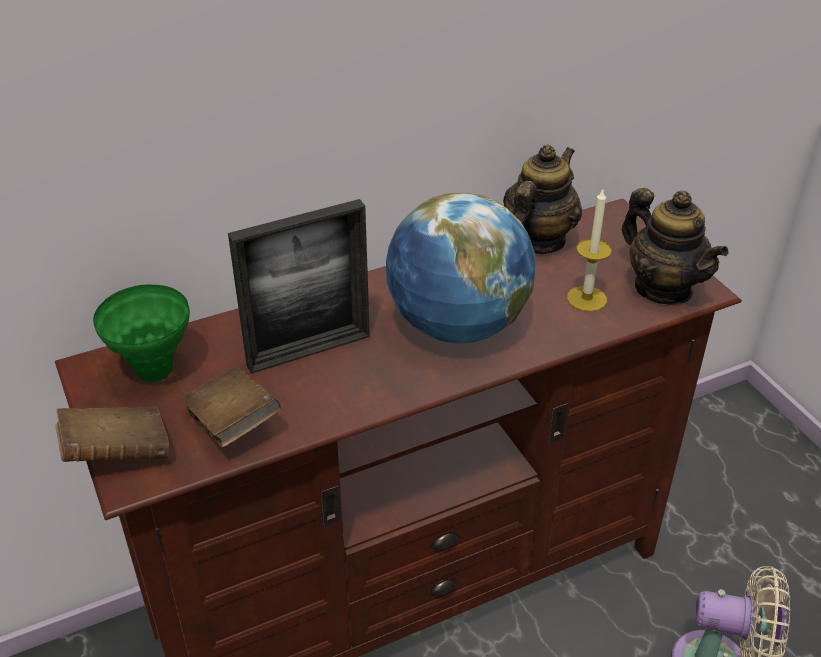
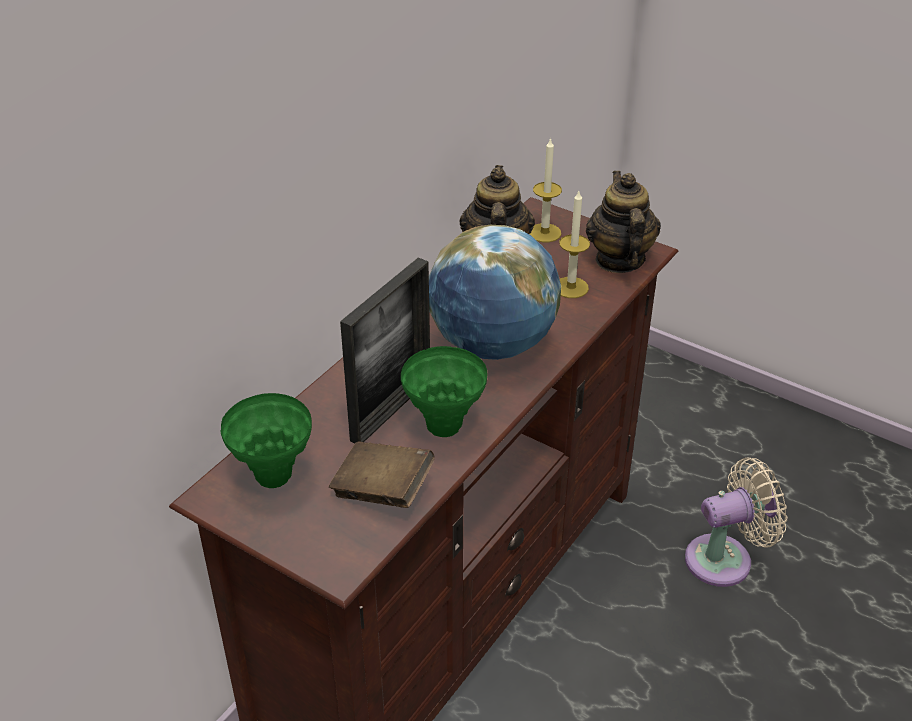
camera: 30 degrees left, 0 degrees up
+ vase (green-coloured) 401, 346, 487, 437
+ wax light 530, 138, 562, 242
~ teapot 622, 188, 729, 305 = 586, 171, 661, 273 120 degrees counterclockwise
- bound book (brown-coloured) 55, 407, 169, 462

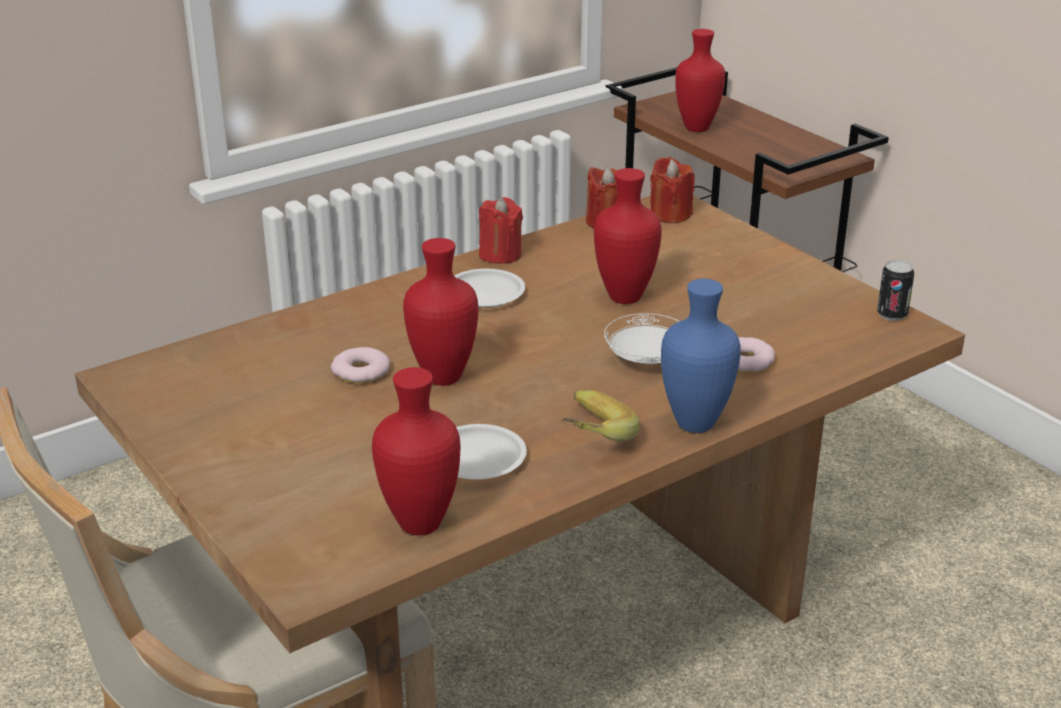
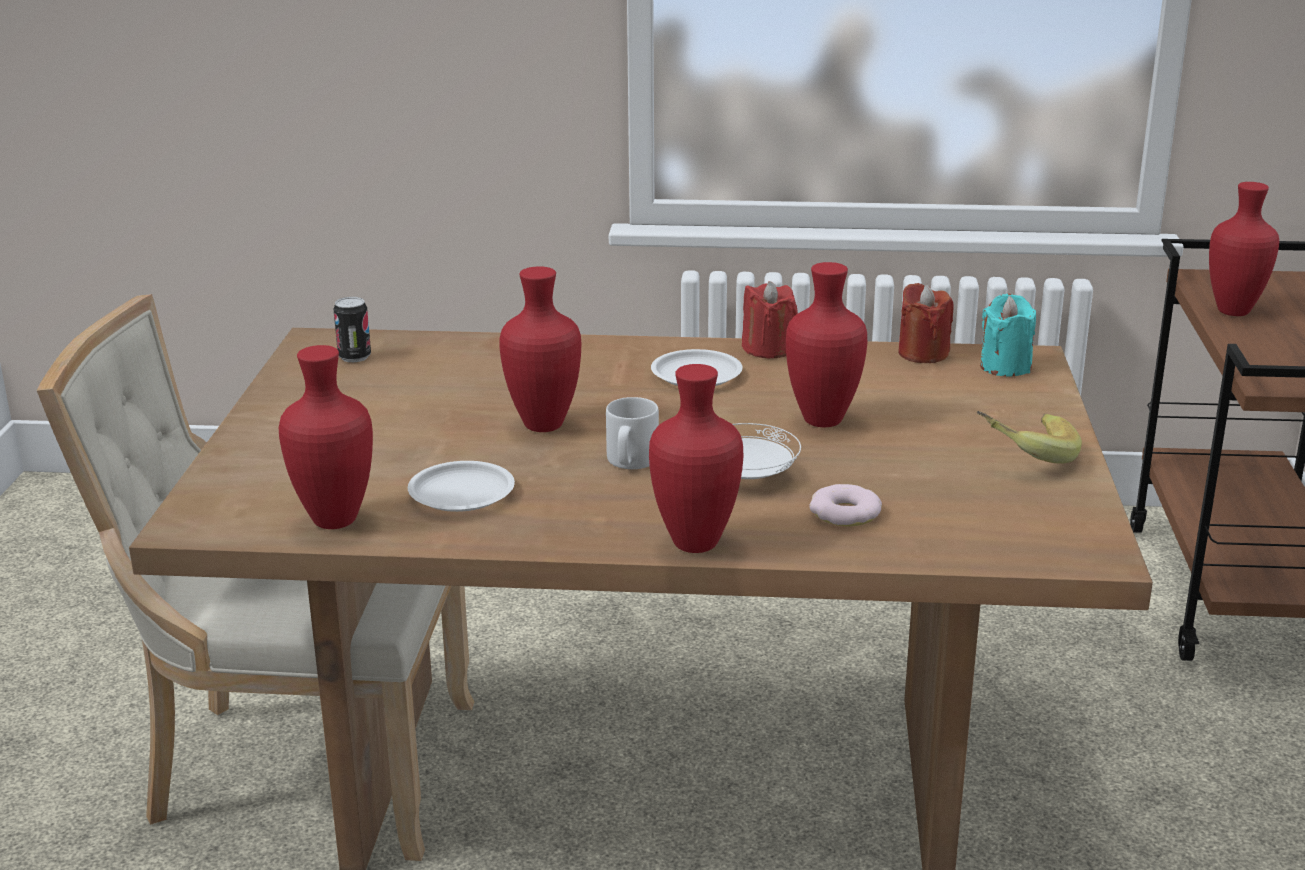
camera: 40 degrees right, 5 degrees down
~ metal can 877, 260, 914, 321 to 333, 297, 371, 362
+ coffee mug (grey) 606, 397, 659, 469
~ vase (blue-coloured) 661, 279, 741, 433 to vase (red-coloured) 649, 364, 744, 553
~ banana fruit 562, 390, 639, 442 to 976, 411, 1082, 464
~ wax light (red-coloured) 650, 157, 694, 223 to wax light (blue-green) 980, 294, 1036, 376
- ring doughnut 331, 347, 390, 383

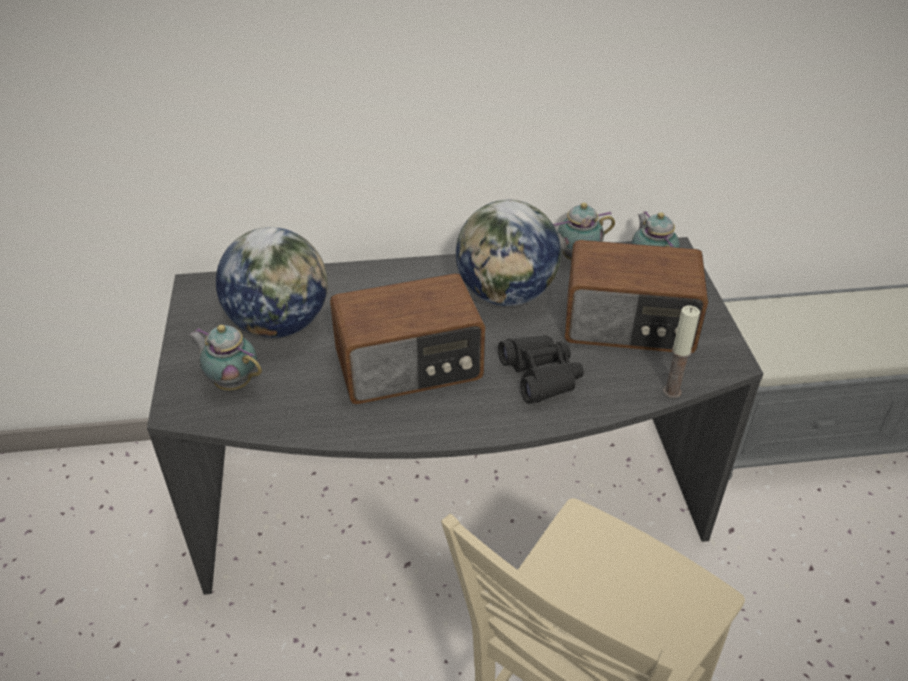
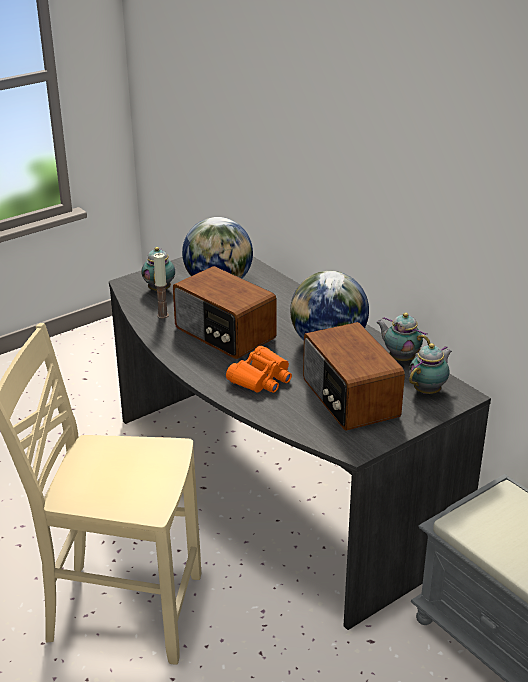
camera: 60 degrees right, 10 degrees down
~ wax light 663, 306, 700, 398 to 153, 253, 169, 319
~ binoculars (blackish) 498, 335, 584, 403 to binoculars (orange-coloured) 226, 346, 292, 393

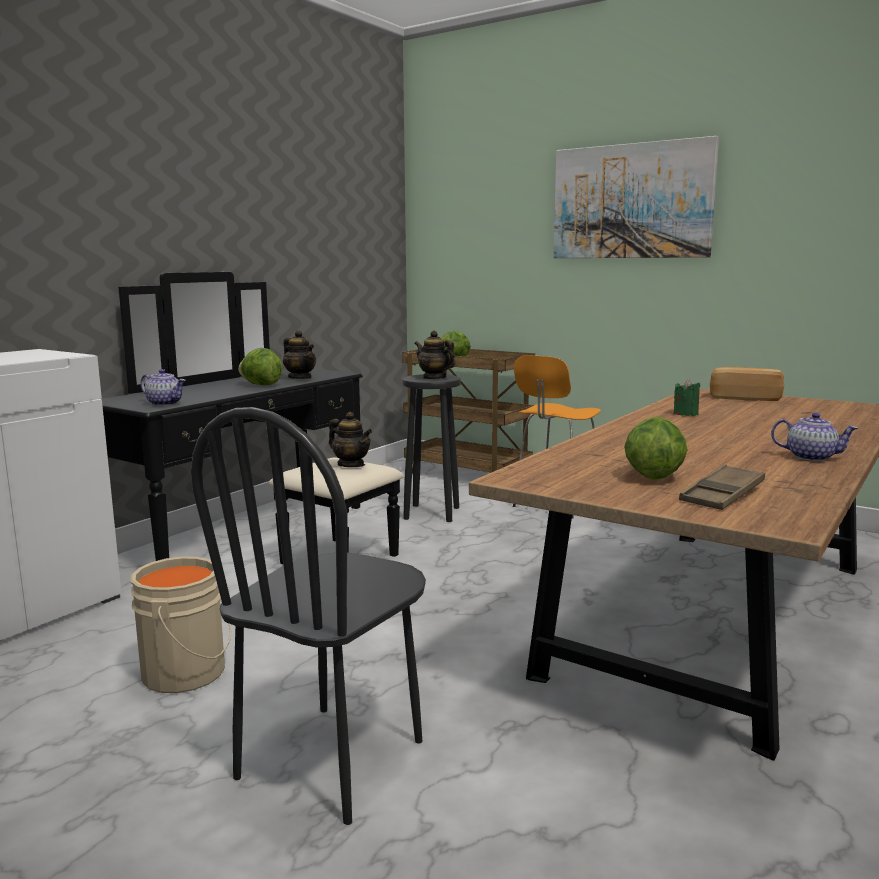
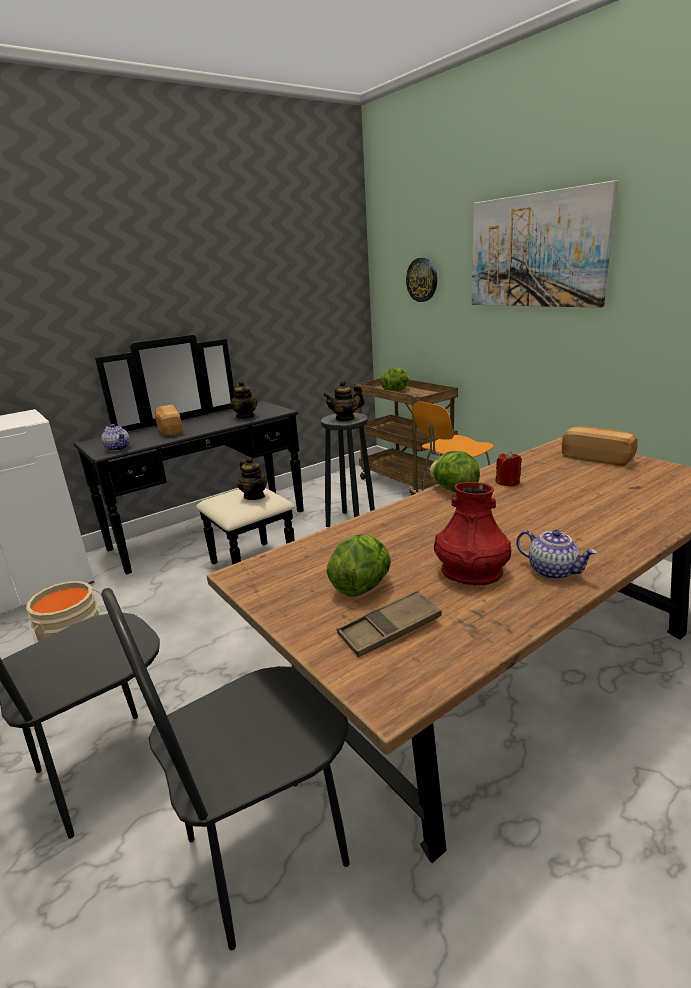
camera: 20 degrees right, 10 degrees up
+ plain chair (blackish) 101, 588, 350, 950
+ bread 155, 404, 183, 436
~ teapot 415, 331, 455, 380 = 323, 380, 365, 422 75 degrees counterclockwise
+ wall clock 406, 258, 437, 302
~ lettuce head 238, 348, 282, 386 to 430, 451, 480, 492
+ vase (red-coloured) 434, 482, 511, 585
~ wax light (green-coloured) 673, 379, 700, 416 to wax light (red-coloured) 496, 451, 522, 487

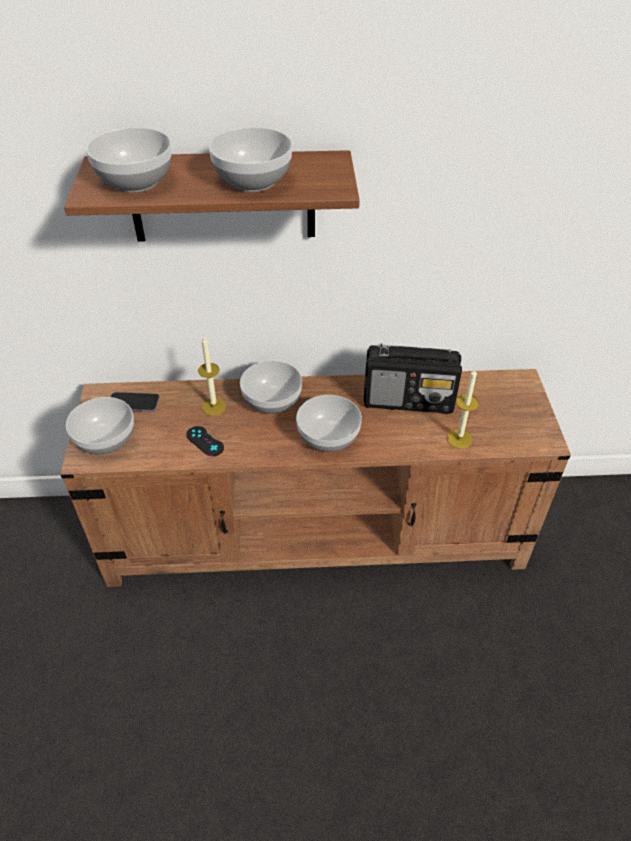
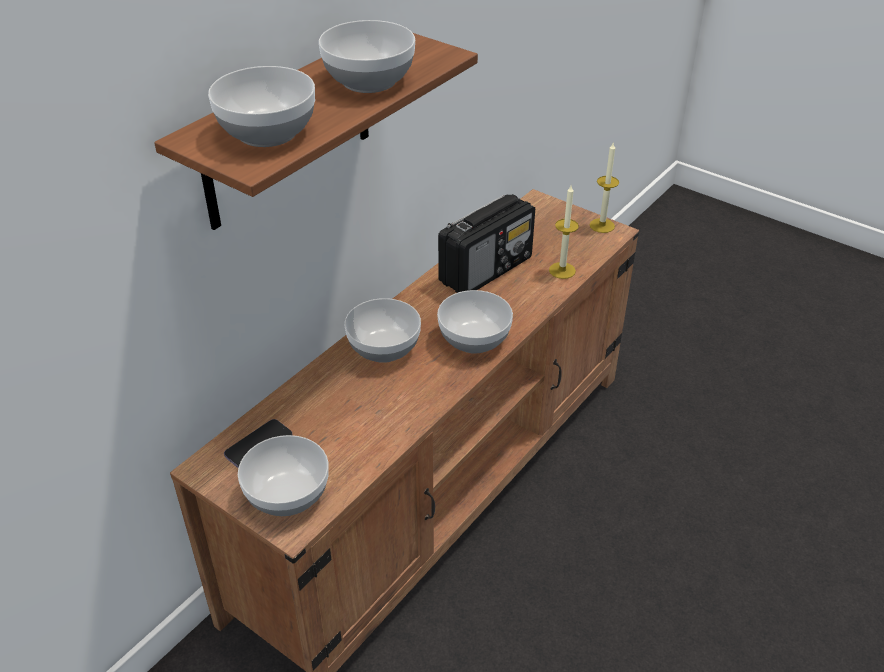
camera: 50 degrees left, 5 degrees down
~ wax light 198, 337, 226, 415 to 590, 143, 619, 233
- gamepad (blackish) 186, 426, 224, 456

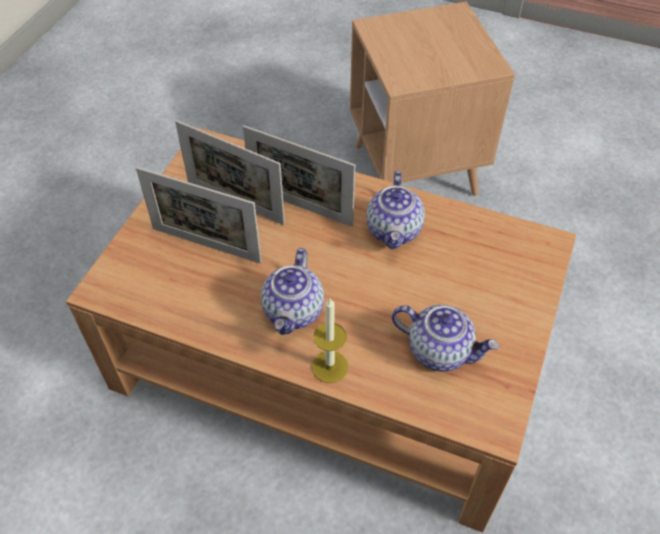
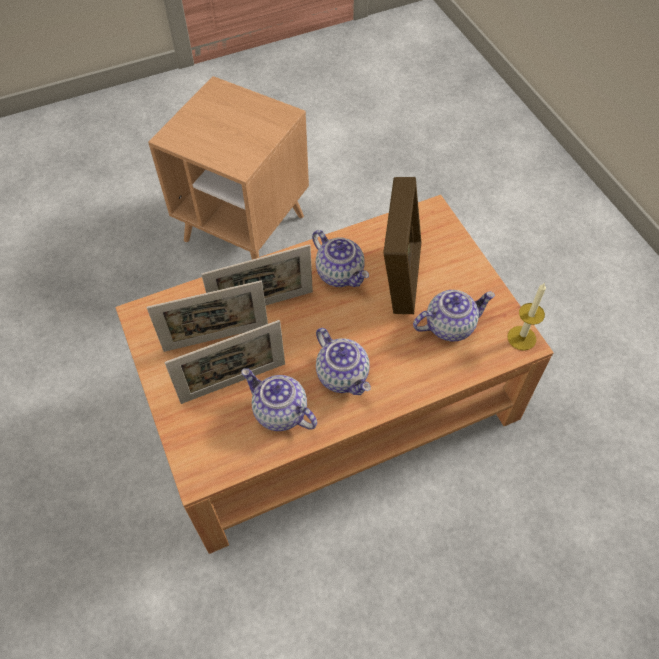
camera: 45 degrees left, 5 degrees up
+ teapot 241, 369, 317, 431
+ photo frame 383, 177, 421, 314
~ wax light 312, 299, 348, 383 to 507, 283, 546, 350

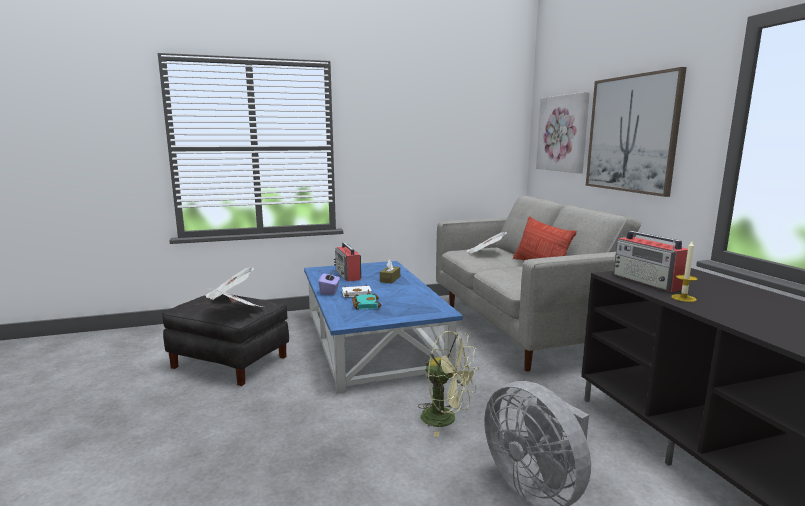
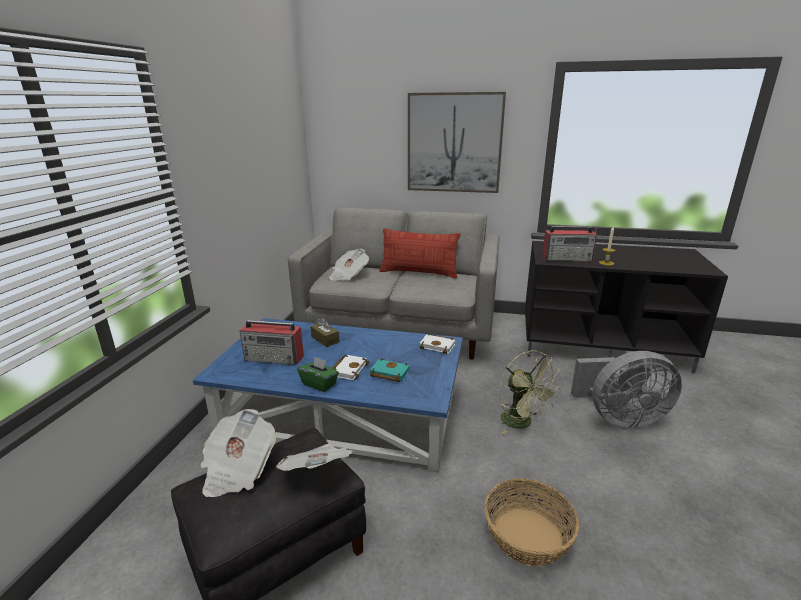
camera: 60 degrees left, 10 degrees up
~ tissue box (purple) 319, 271, 340, 295 to tissue box (green-coloured) 298, 357, 339, 392
+ bound book (white) 419, 333, 455, 354
+ storage basket 484, 479, 579, 567
~ electric fan (green-coloured) 418, 331, 479, 437 = 499, 350, 561, 435 90 degrees clockwise
- wall art 536, 92, 590, 173

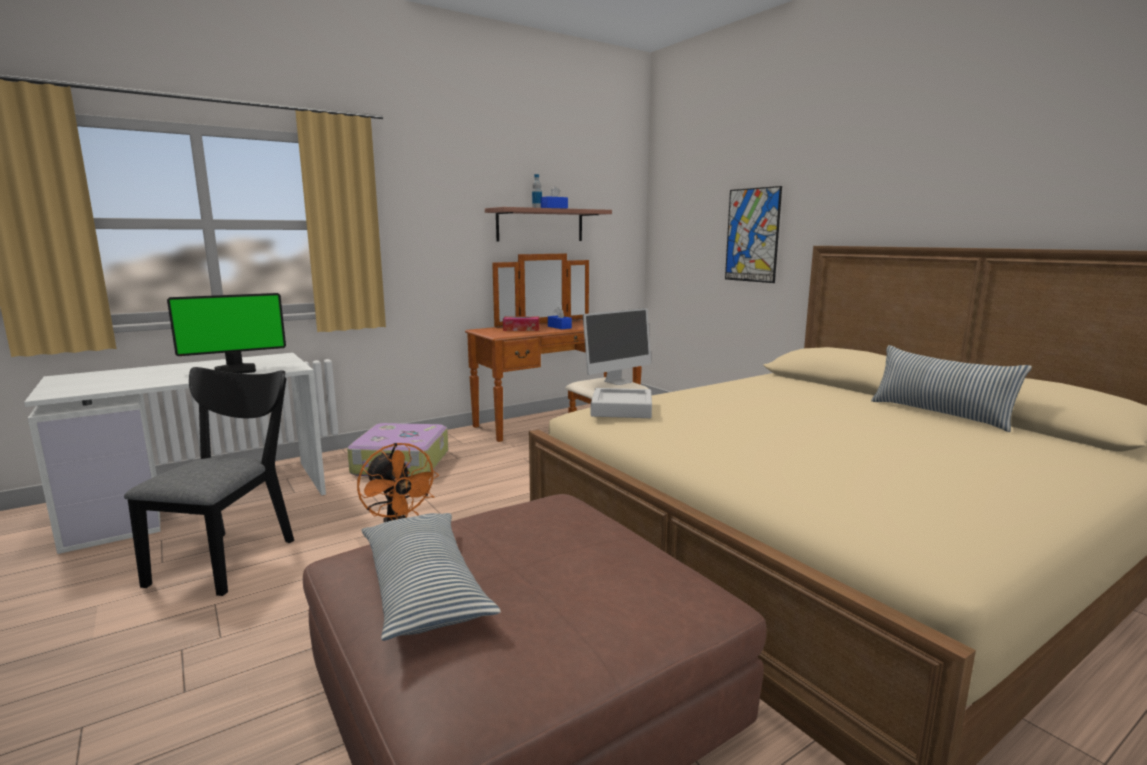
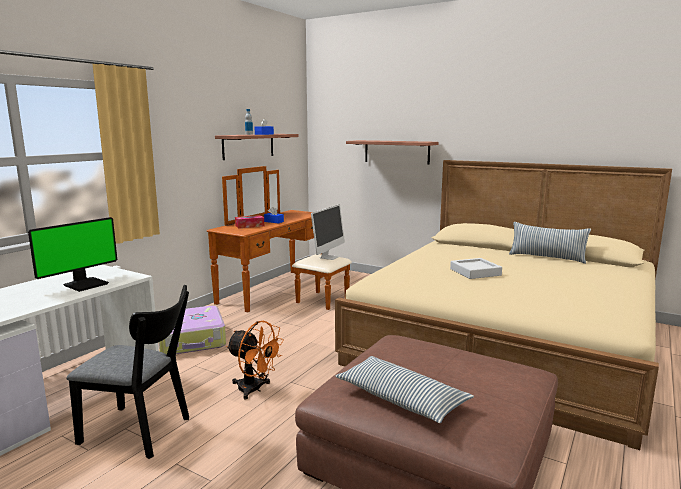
camera: 25 degrees left, 0 degrees up
~ plain chair (blackish) 124, 367, 294, 596 = 67, 285, 189, 459 120 degrees clockwise
~ wall art 725, 186, 782, 283 to shelf 346, 140, 438, 164
~ tray (grey) 591, 388, 652, 418 to 450, 258, 502, 279

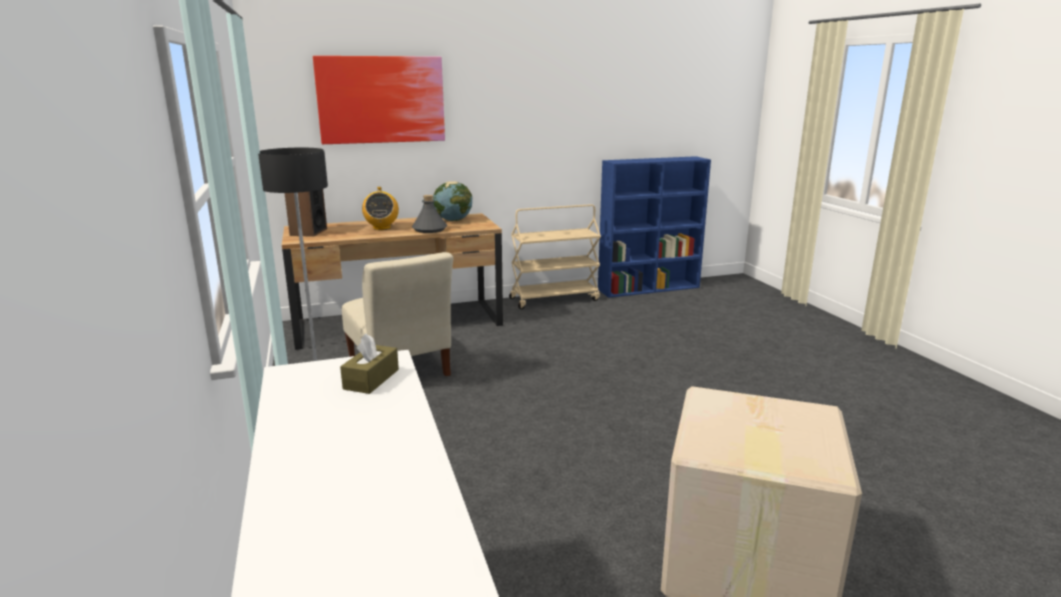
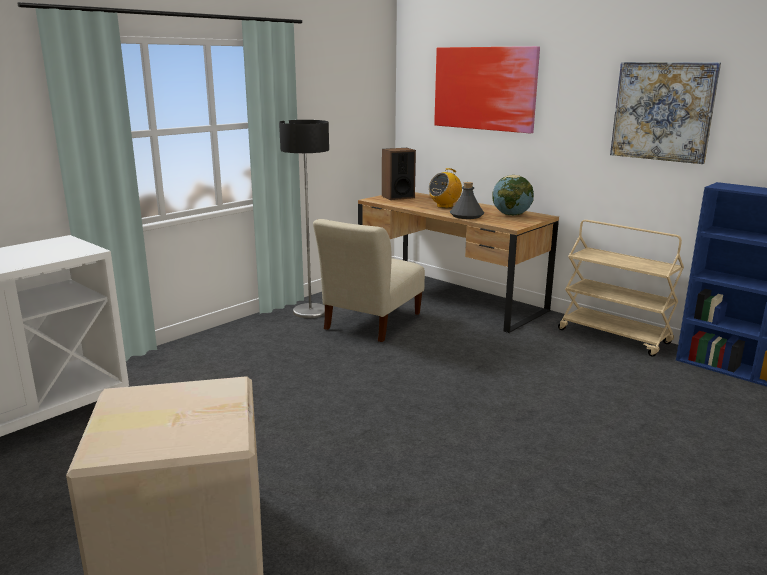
camera: 60 degrees right, 0 degrees up
+ wall art 610, 62, 721, 164
- tissue box (brown-coloured) 340, 334, 399, 394

